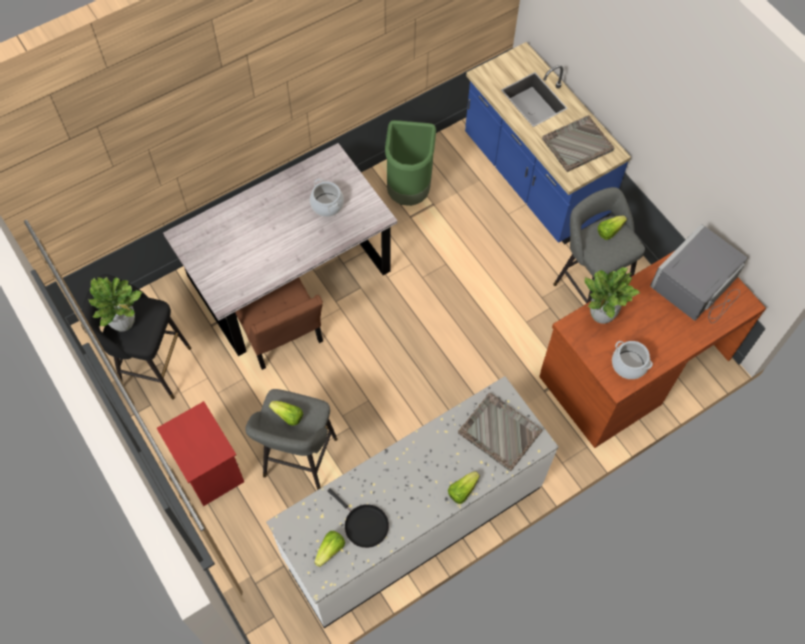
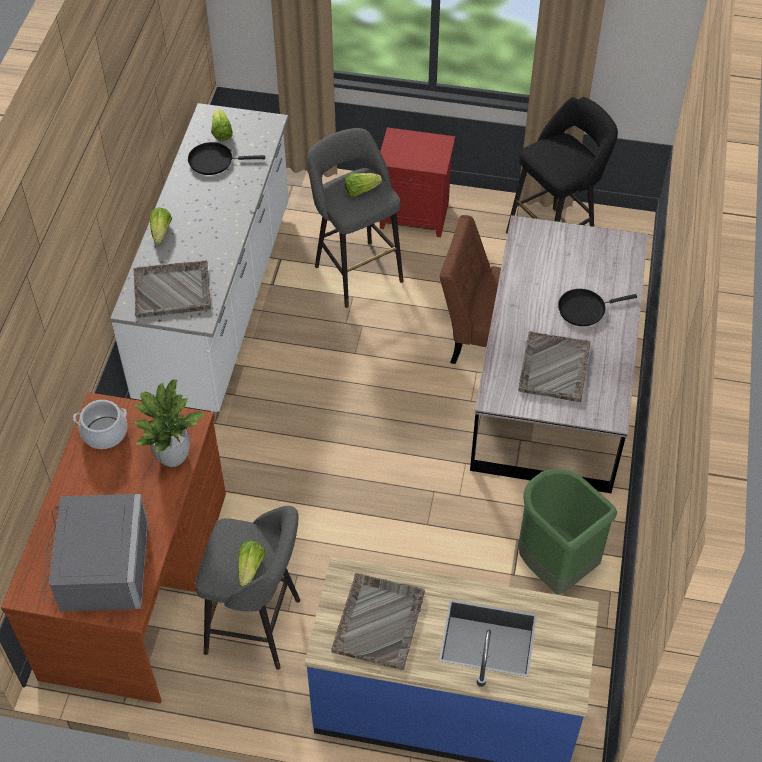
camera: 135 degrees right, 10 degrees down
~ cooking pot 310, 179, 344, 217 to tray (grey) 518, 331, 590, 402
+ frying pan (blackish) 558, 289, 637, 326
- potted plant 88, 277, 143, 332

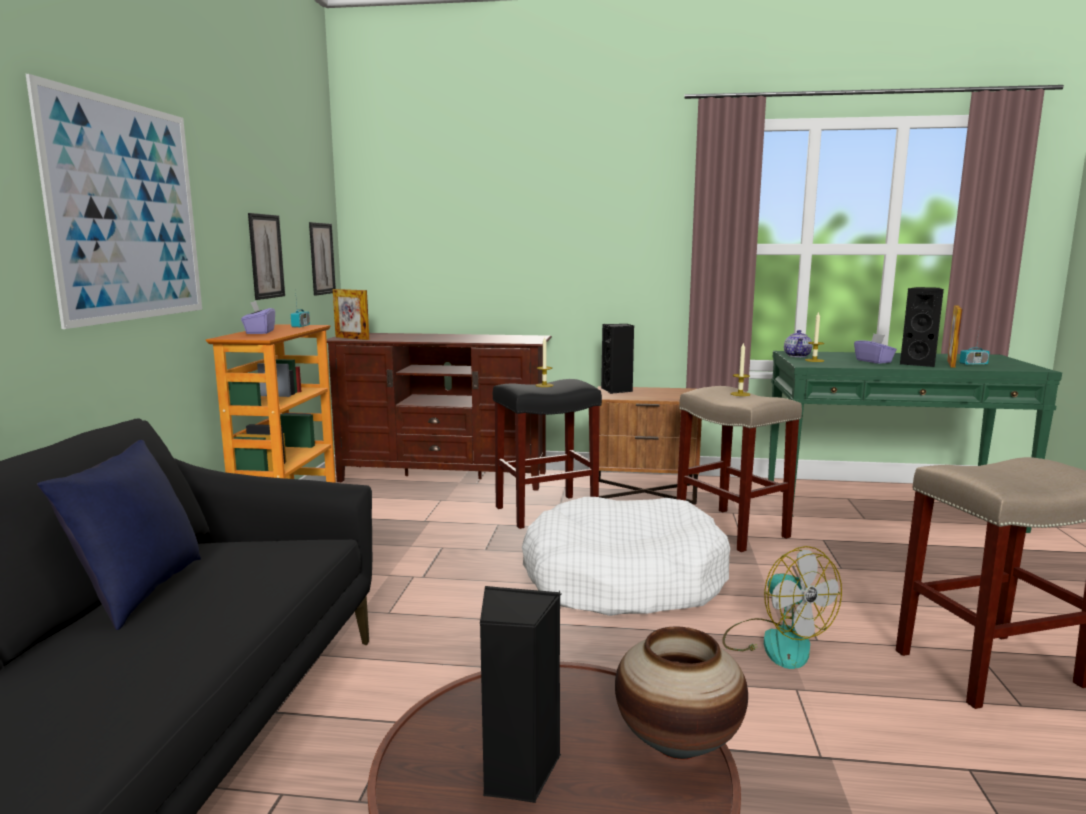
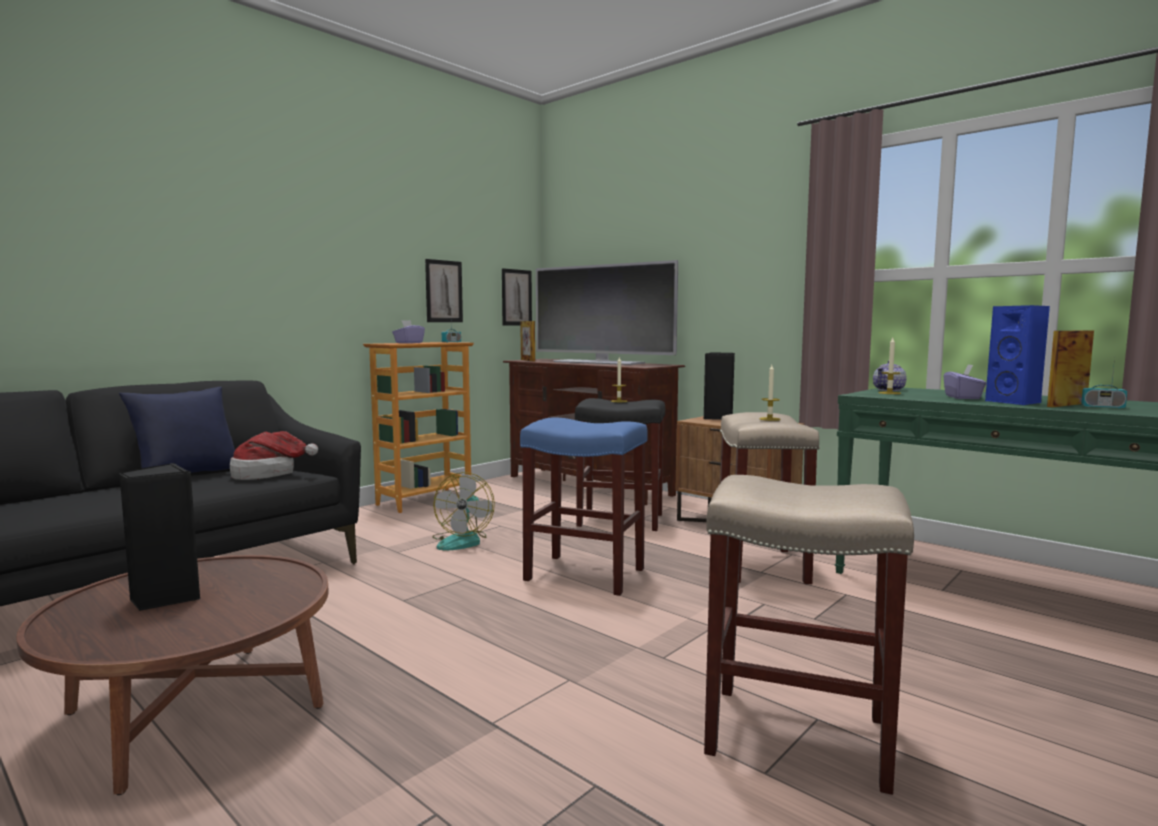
camera: 35 degrees right, 5 degrees down
+ hat 230, 431, 318, 480
~ electric fan 722, 546, 842, 669 to 432, 472, 495, 550
~ dog cushion (white) 522, 497, 731, 616 to stool seat (blue-coloured) 520, 417, 648, 596
+ TV set 536, 260, 678, 365
~ audio speaker (blackish) 900, 287, 944, 367 to audio speaker (blue-coloured) 985, 305, 1050, 405
- wall art 26, 74, 202, 329
- vase 615, 626, 748, 759

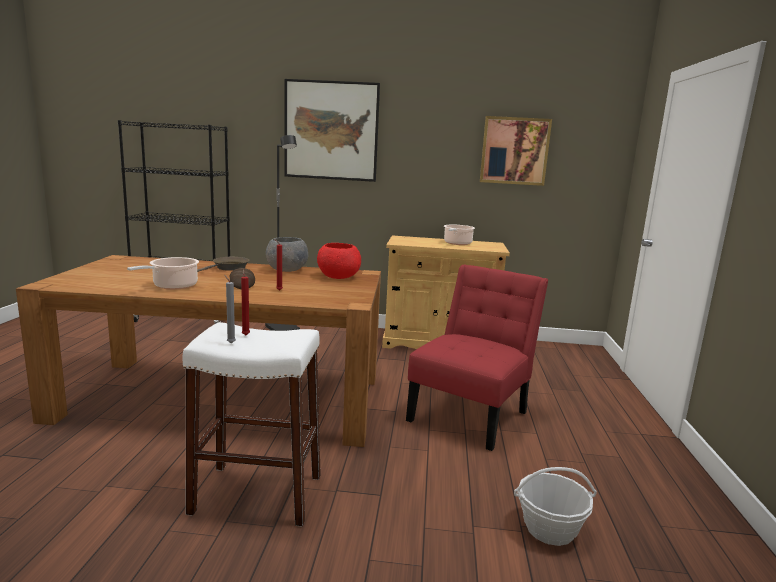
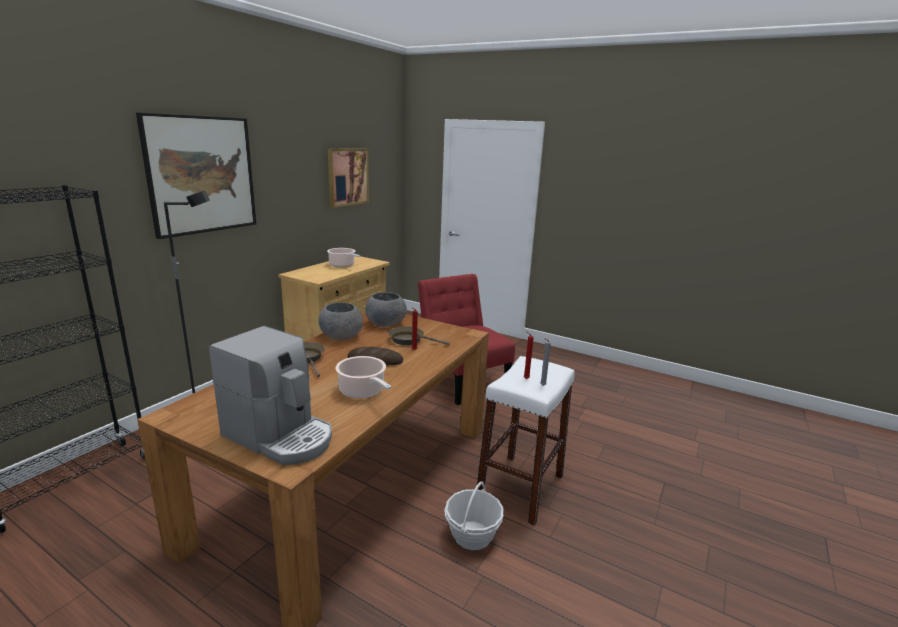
camera: 65 degrees left, 5 degrees up
+ coffee maker 209, 326, 332, 465
~ deep dish (red-coloured) 317, 243, 361, 279 to deep dish (grey) 365, 292, 407, 327
+ frying pan (brown-coloured) 388, 326, 450, 345
~ storage basket 514, 467, 597, 546 to 444, 481, 504, 550

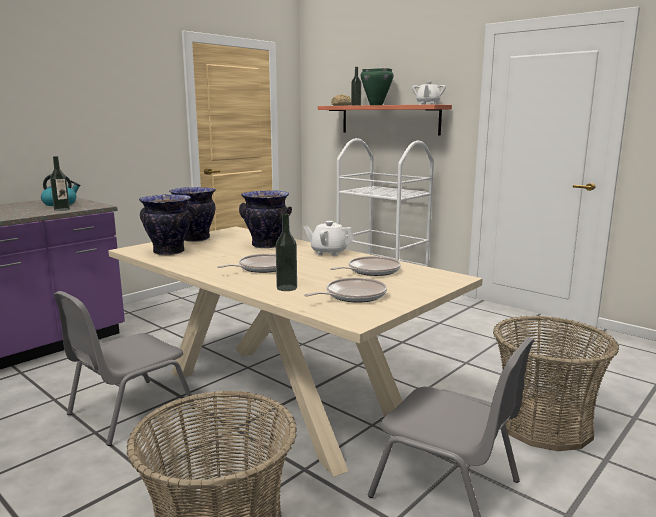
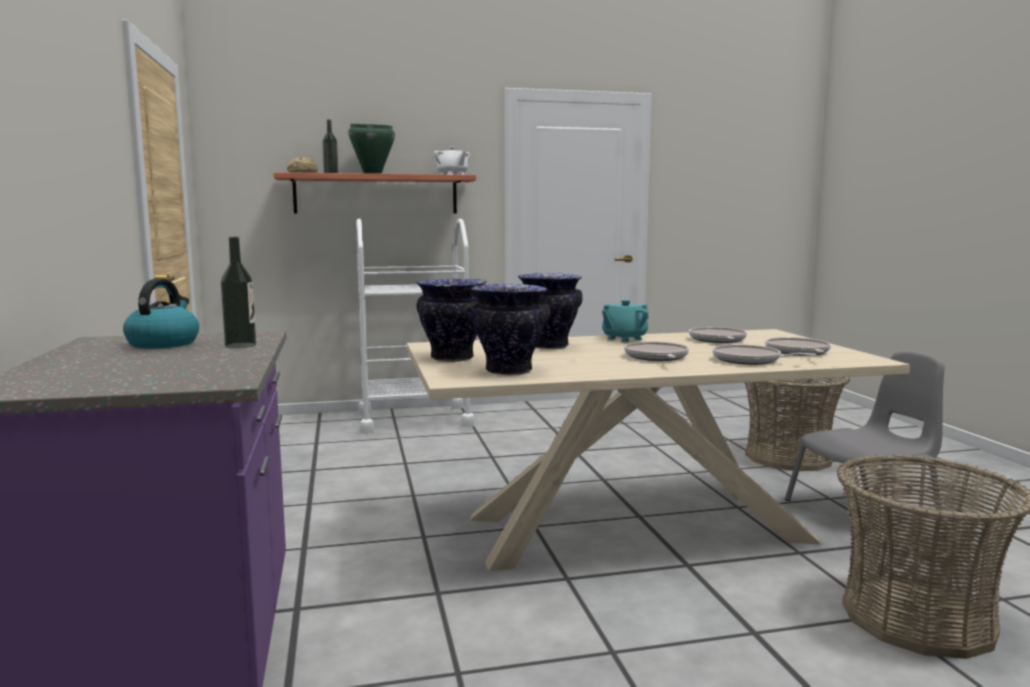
camera: 55 degrees left, 5 degrees down
~ teapot (white) 304, 221, 354, 256 to teapot (blue-green) 602, 300, 649, 342
~ bottle 276, 214, 297, 291 to frying pan 713, 344, 817, 365
- plain chair (grey) 54, 291, 196, 446

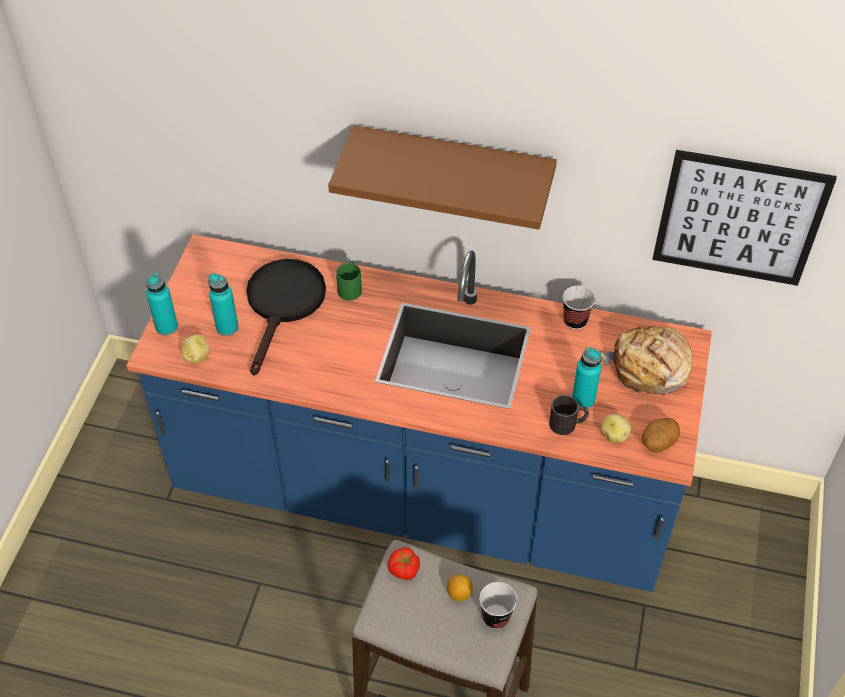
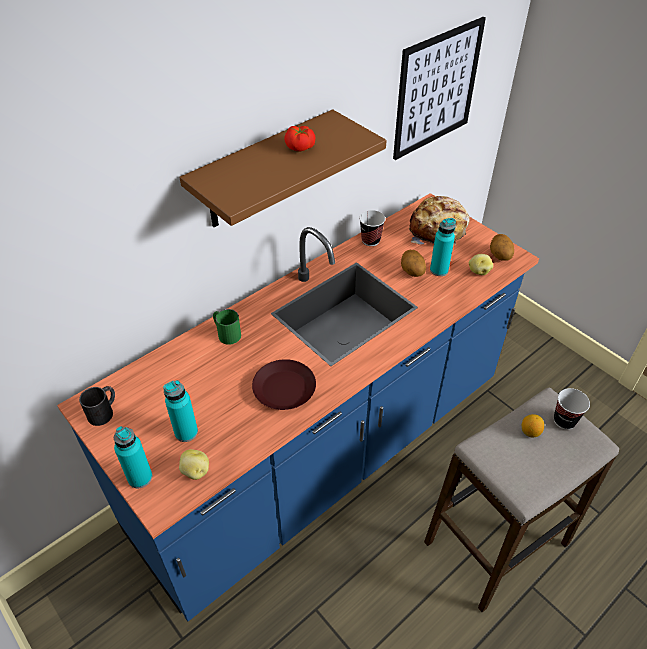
camera: 55 degrees left, 5 degrees down
~ coffee mug (blackish) 549, 395, 589, 435 to 79, 386, 115, 426
+ plate (brown-coloured) 252, 359, 316, 410
~ tomato 388, 547, 420, 580 to 284, 126, 315, 151
+ whole potato 401, 250, 426, 277
- frying pan (blackish) 246, 259, 326, 375

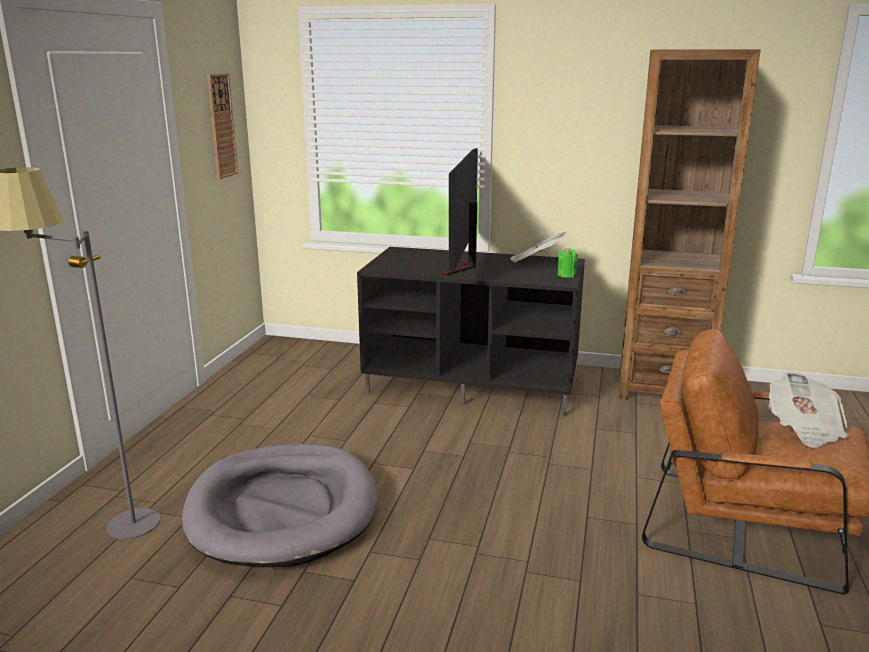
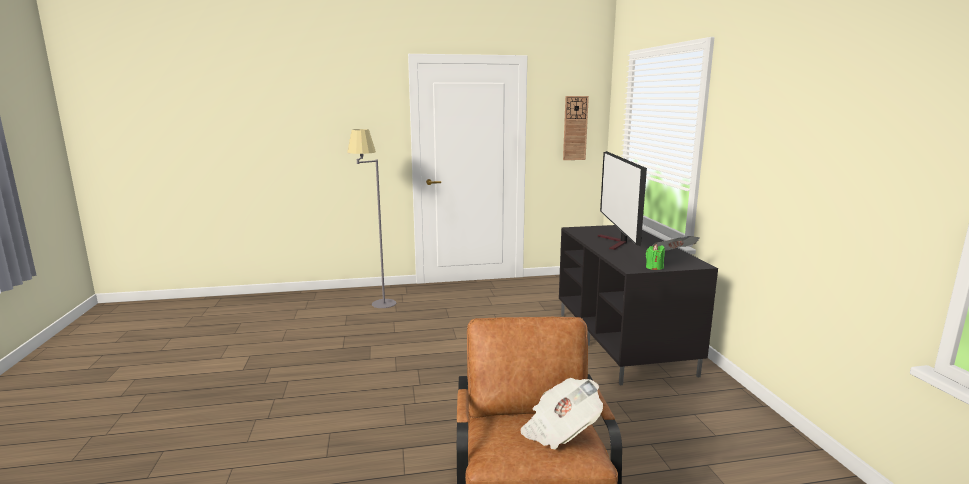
camera: 65 degrees right, 5 degrees down
~ TV set 442, 148, 478, 275 = 598, 151, 647, 250 75 degrees counterclockwise
- dog cushion (grey) 182, 444, 377, 567
- bookshelf (brown-coloured) 619, 49, 761, 400

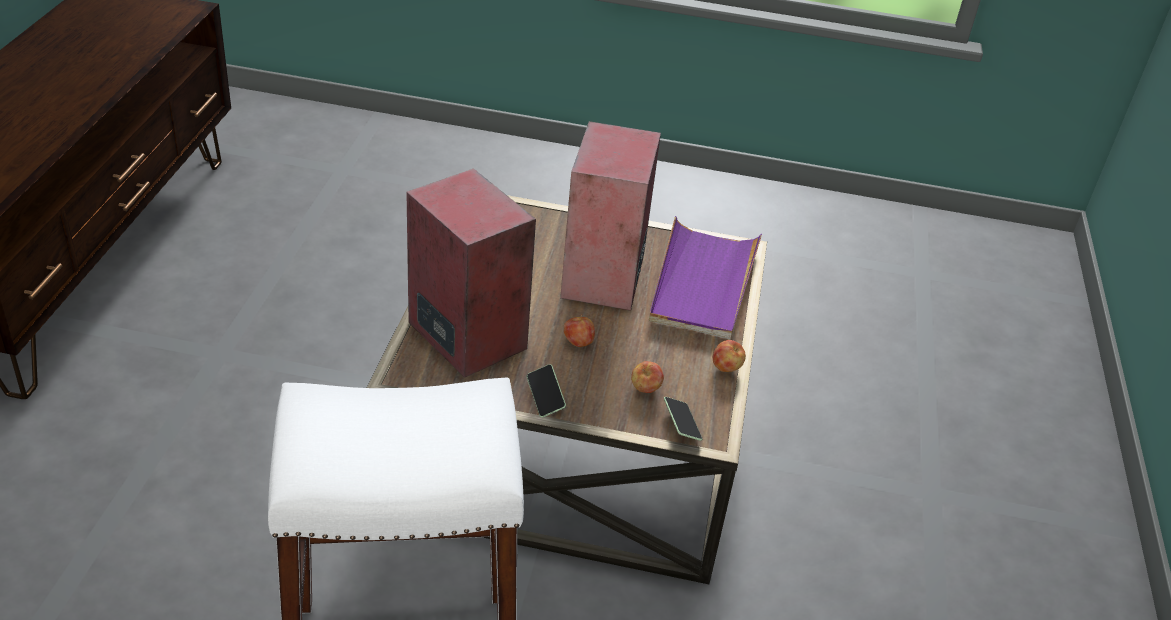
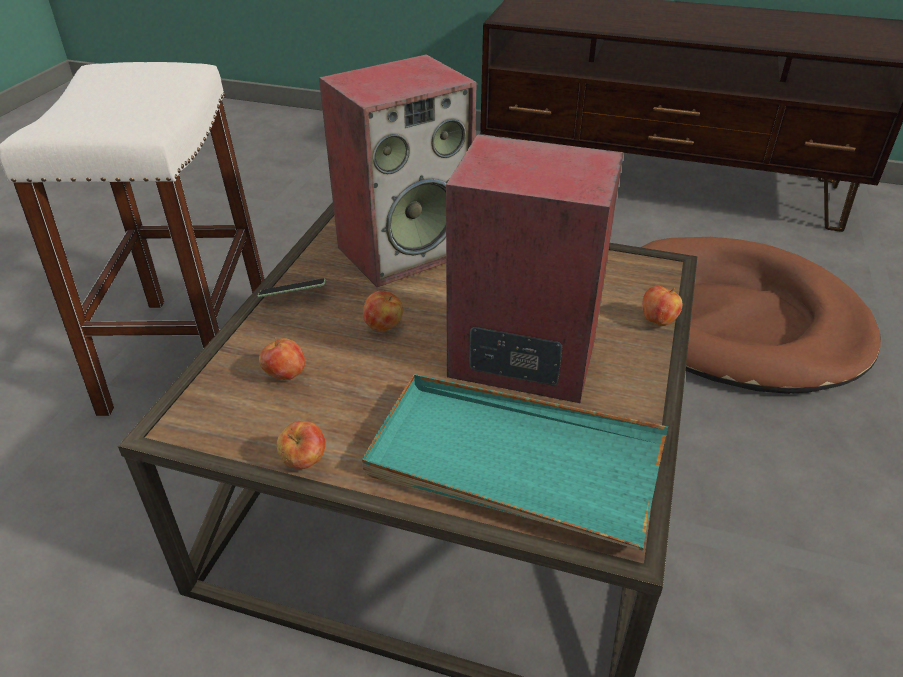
camera: 100 degrees right, 0 degrees up
~ tray (purple) 649, 216, 762, 339 to tray (blue-green) 362, 374, 668, 551
+ dog cushion (brown-coloured) 641, 237, 881, 394
+ apple fruit 643, 286, 682, 326
- phone 664, 397, 702, 441

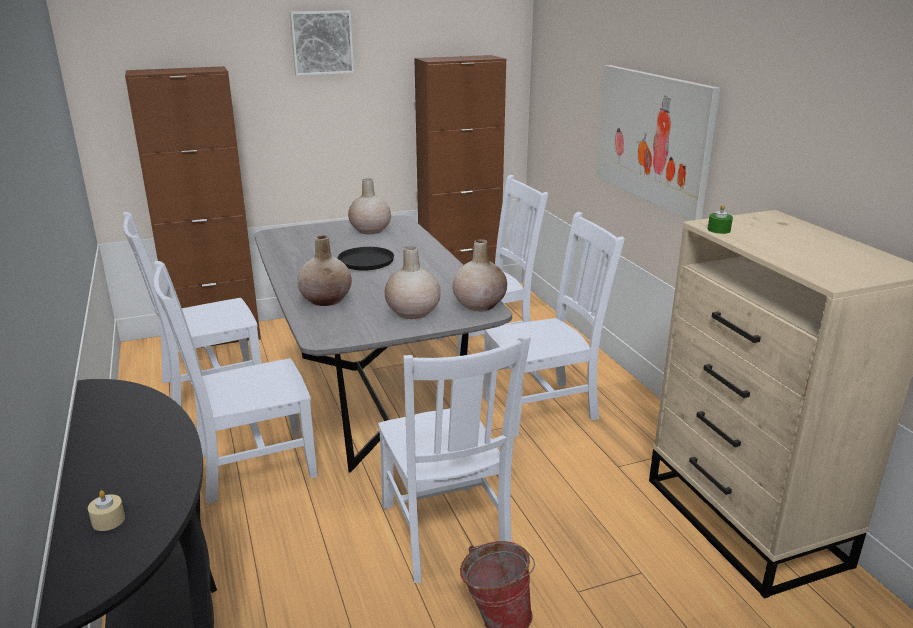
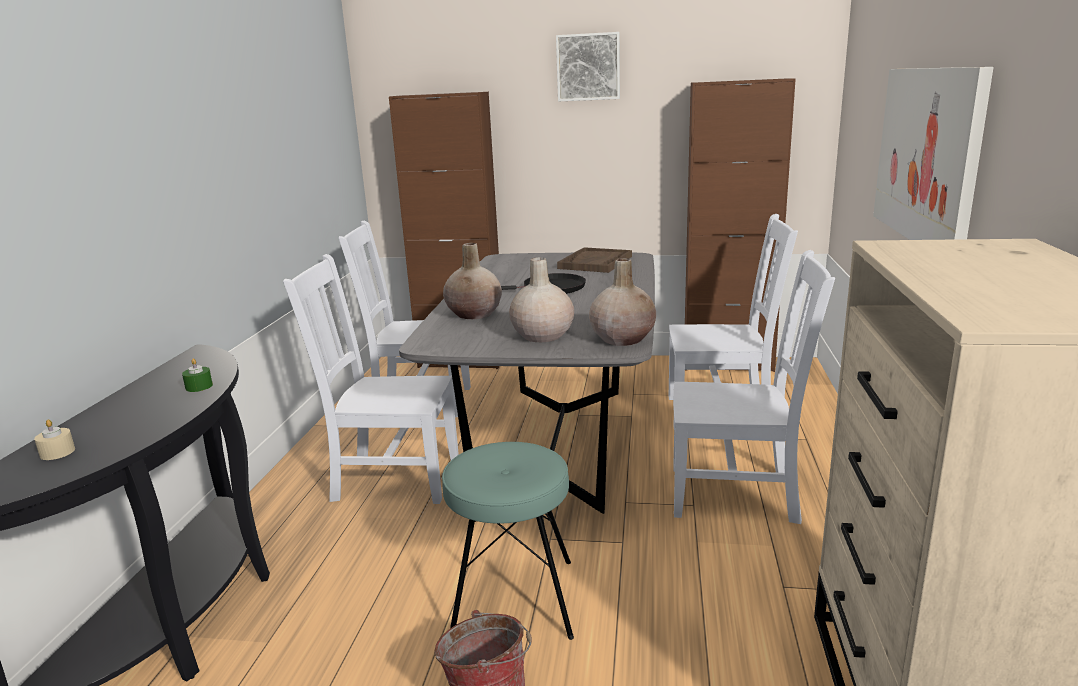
camera: 30 degrees right, 5 degrees down
~ wax light (green-coloured) 708, 204, 733, 234 to 182, 358, 213, 392
~ plain chair (white) 378, 335, 531, 583 to stool seat (blue-green) 442, 442, 574, 640
~ vase (beige-coloured) 348, 178, 391, 234 to tray (brown-coloured) 557, 247, 632, 273

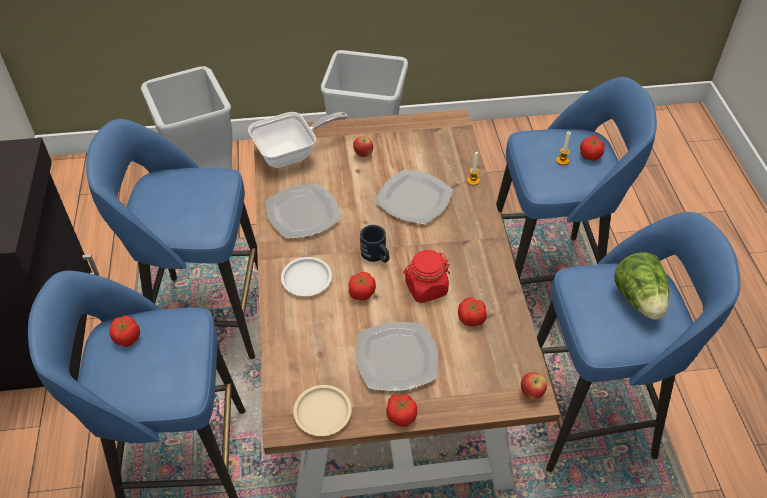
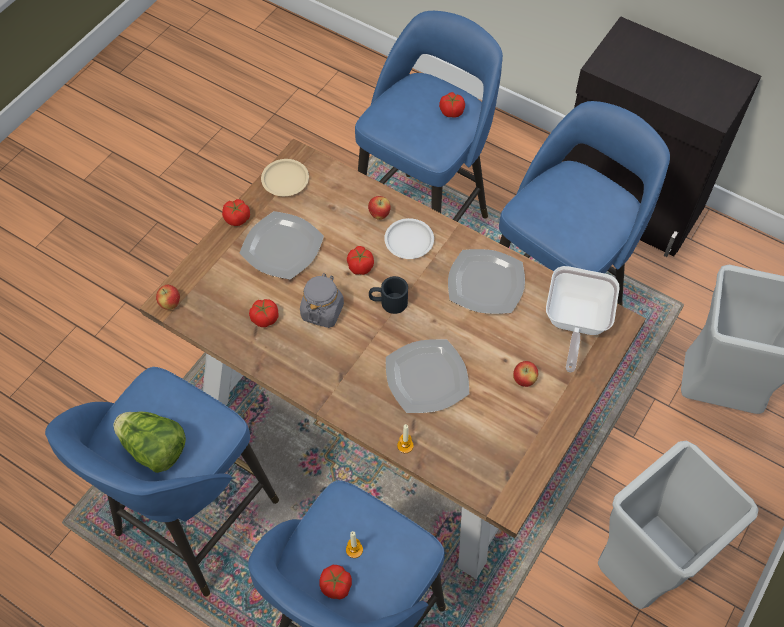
camera: 130 degrees right, 10 degrees up
~ jar (red-coloured) 403, 250, 450, 303 to jar (grey) 300, 273, 344, 328
+ apple fruit 368, 196, 391, 220

